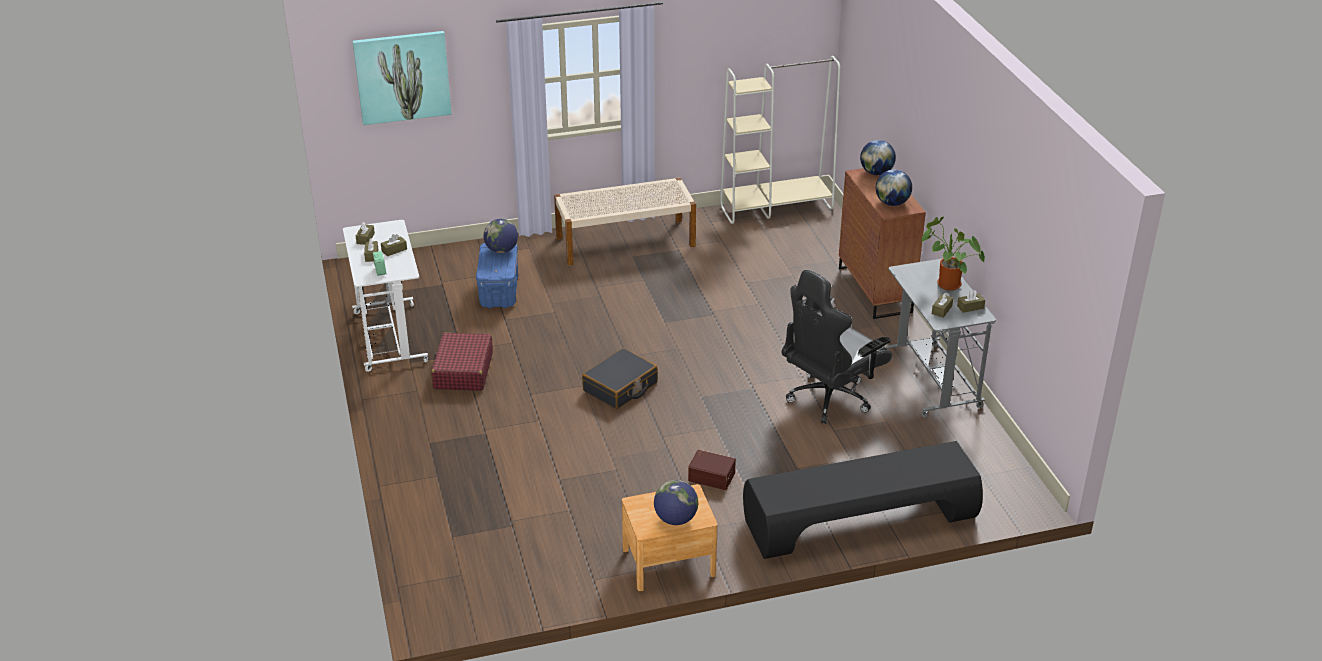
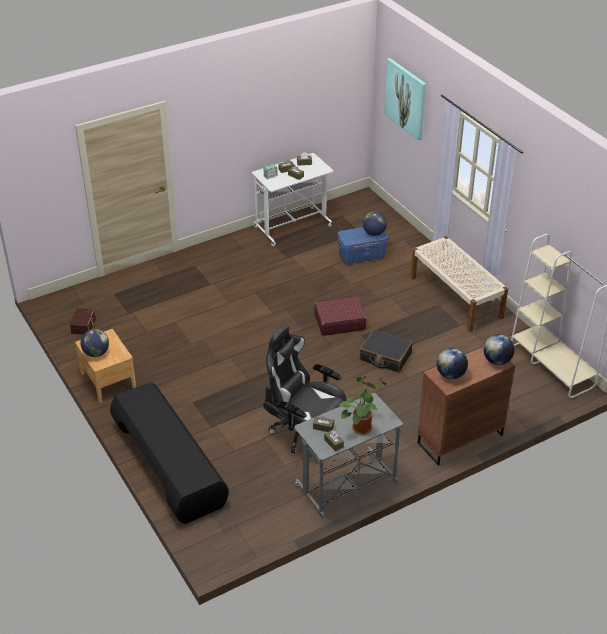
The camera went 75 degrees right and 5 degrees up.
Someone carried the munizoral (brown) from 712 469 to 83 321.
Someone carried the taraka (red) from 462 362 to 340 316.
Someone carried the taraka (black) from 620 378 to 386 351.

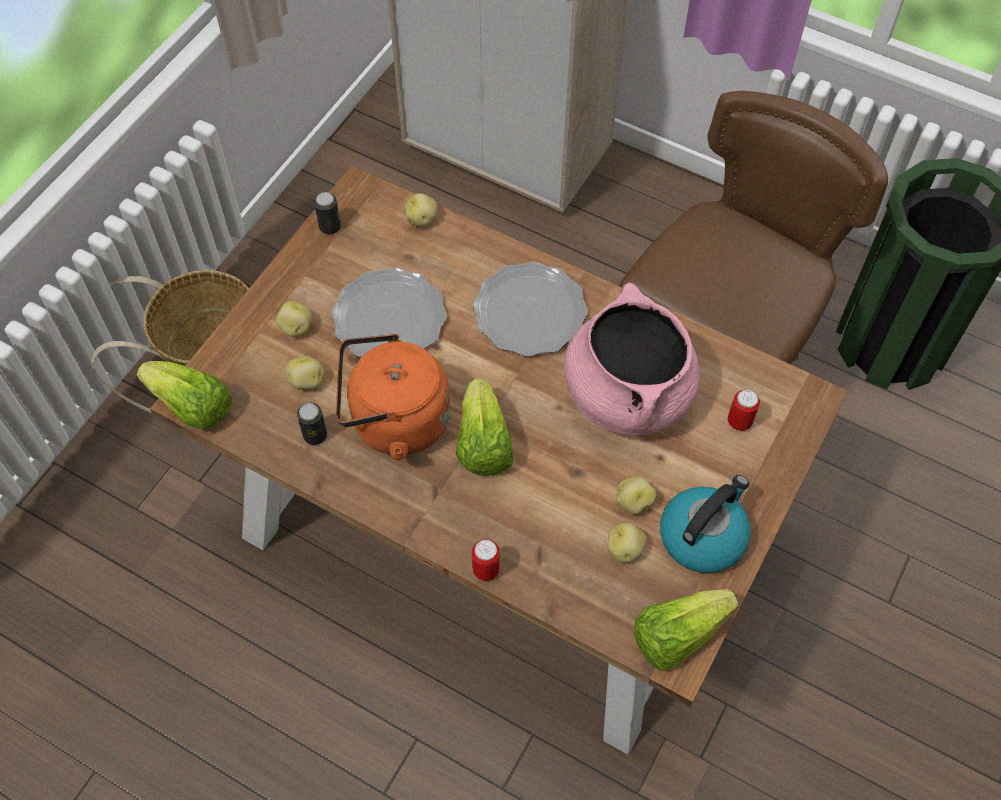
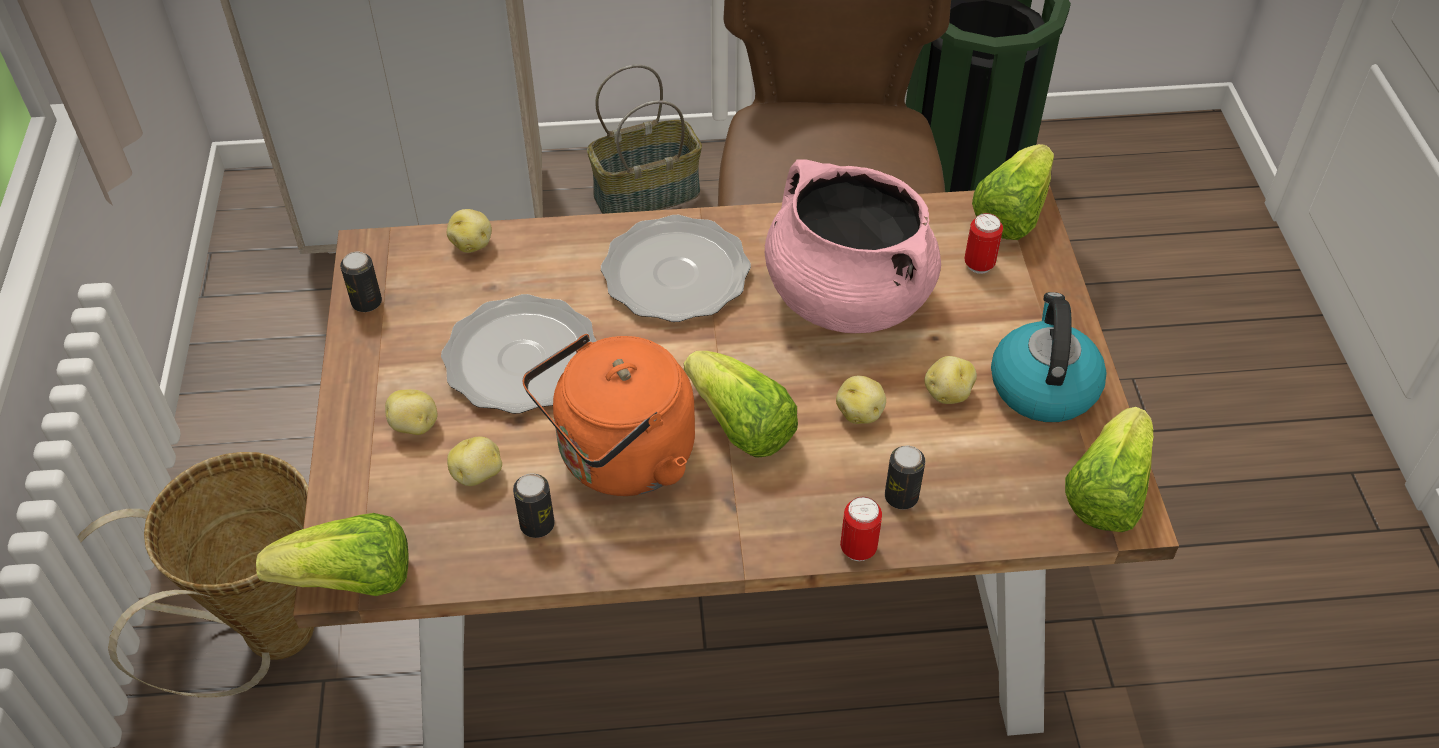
The camera went 35 degrees left and 10 degrees down.
Someone put down the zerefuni at 644 139.
Someone carried the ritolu from 627 542 to 861 400.
Someone put down the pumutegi at 905 478.
Someone put down the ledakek at 1013 192.

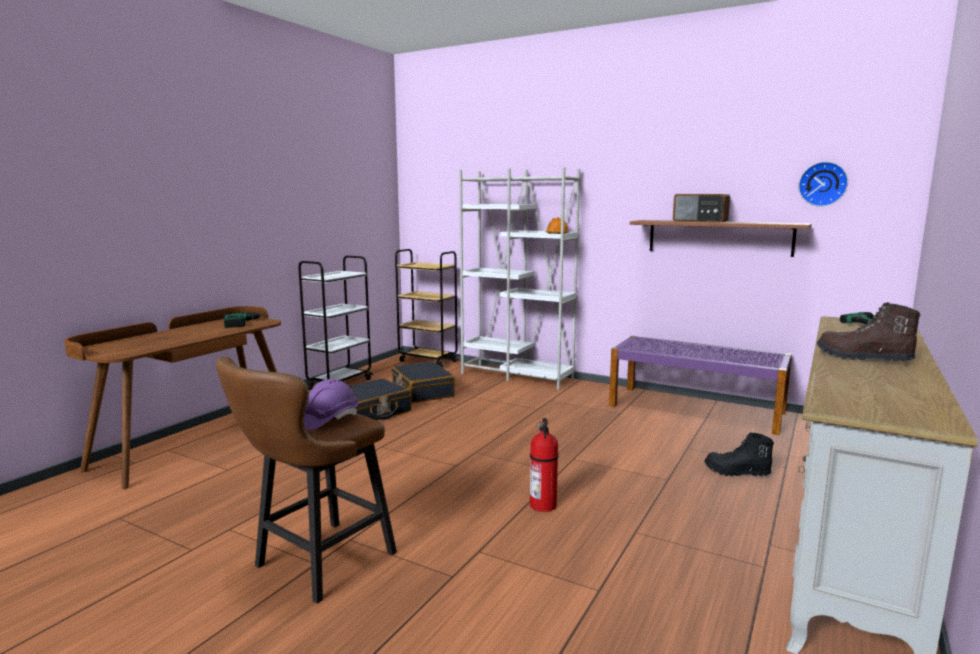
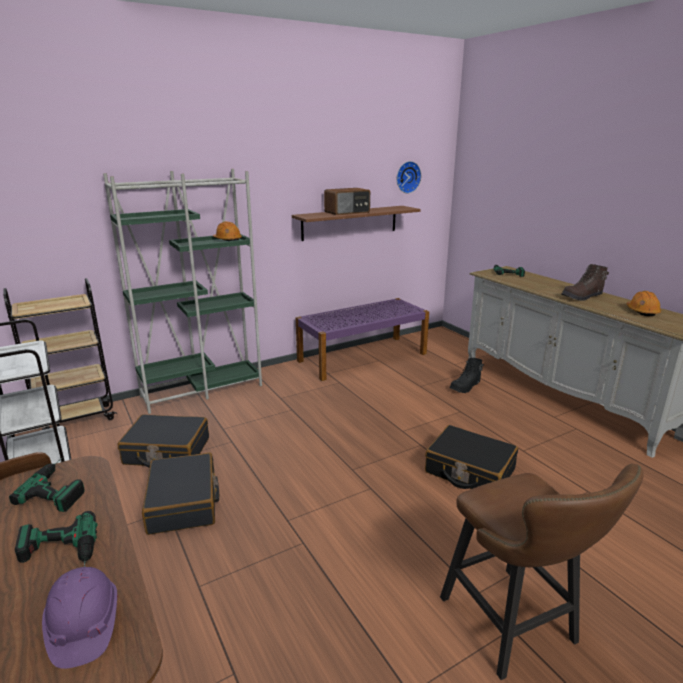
The camera went 60 degrees left and 10 degrees up.
Someone put down the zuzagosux at 56 539.
Someone carried the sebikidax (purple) from 331 404 to 79 618.
Someone repainted the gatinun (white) at 519 278, which became the gatinun (green) at 182 291.
Someone swapped the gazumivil at 544 465 for the taraka (black) at 471 457.
Someone put down the sebikidax (orange) at 643 303.

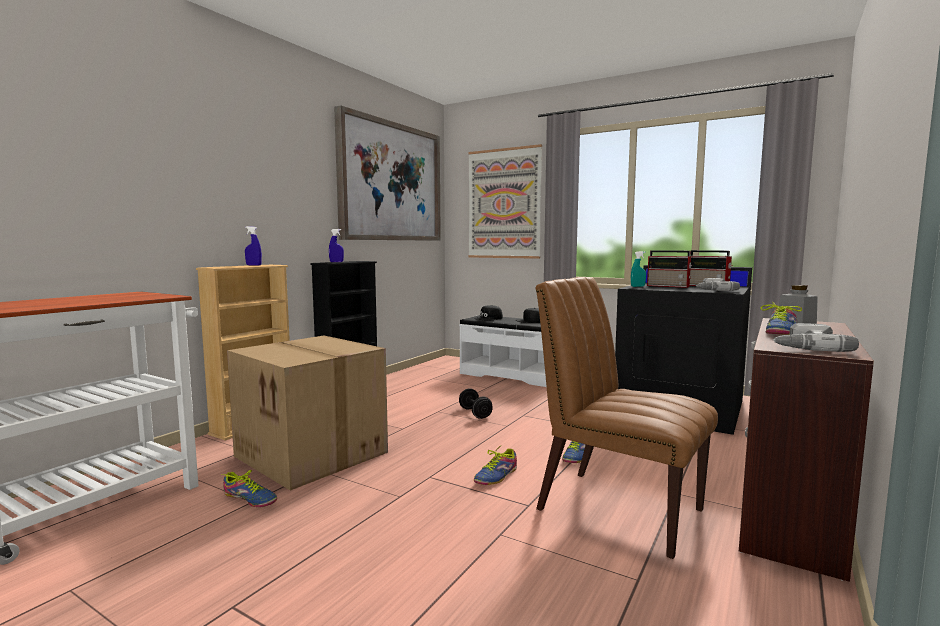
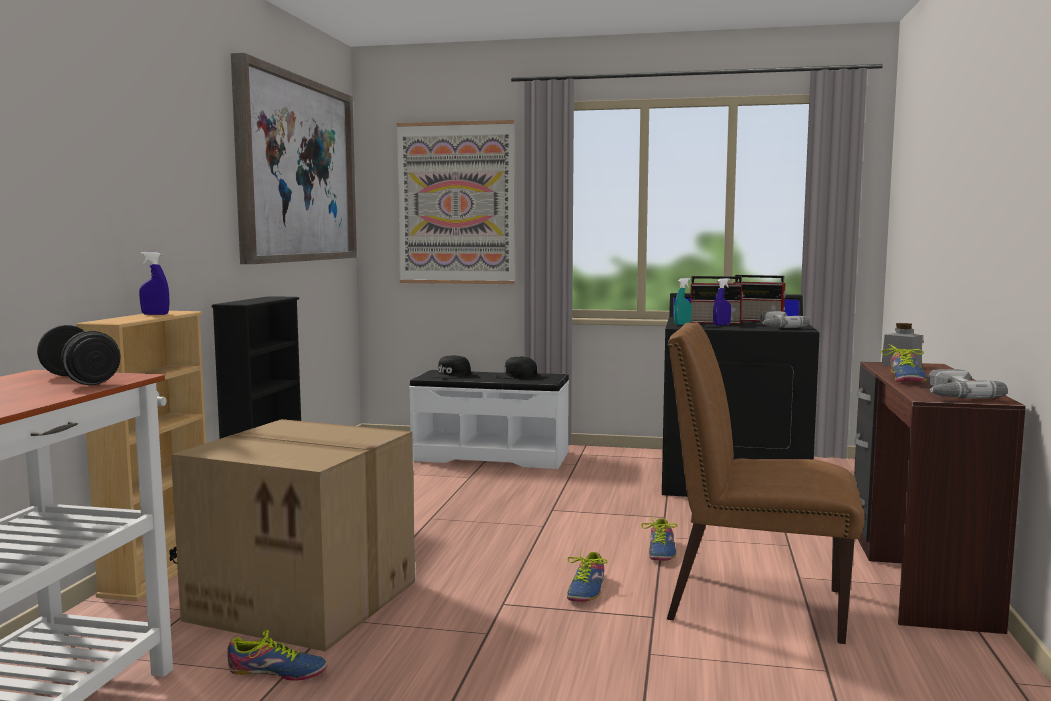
The camera went 20 degrees left and 0 degrees up.
Someone carried the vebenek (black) from 475 403 to 78 355.
Someone carried the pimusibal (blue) from 336 245 to 722 301.

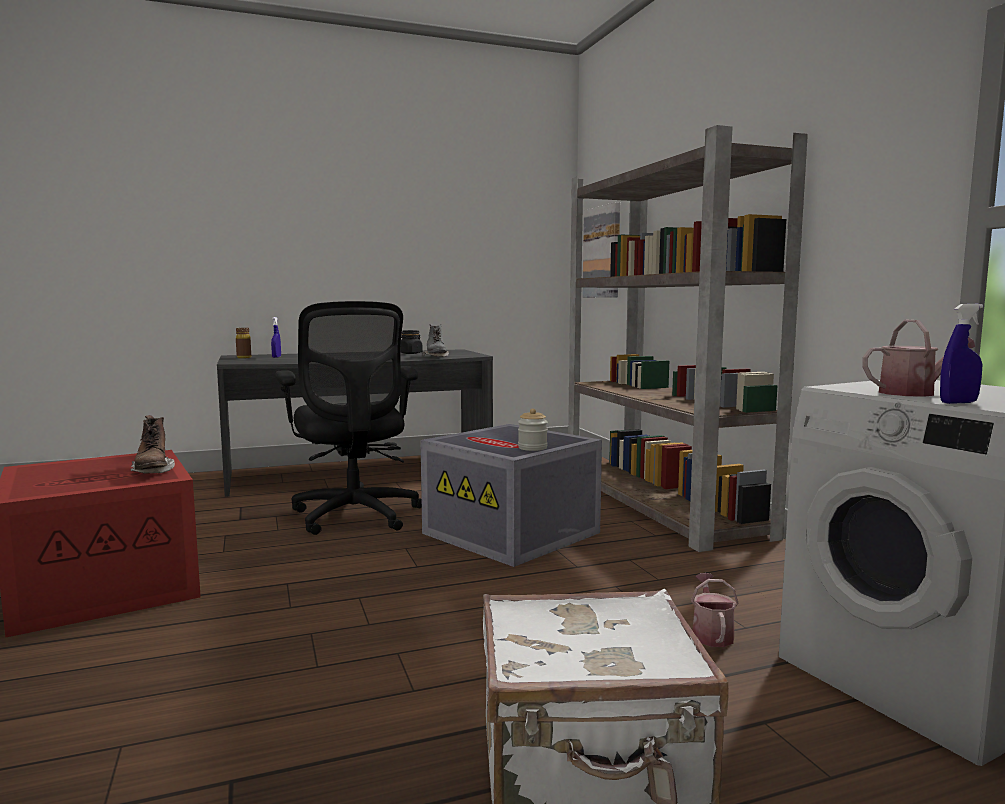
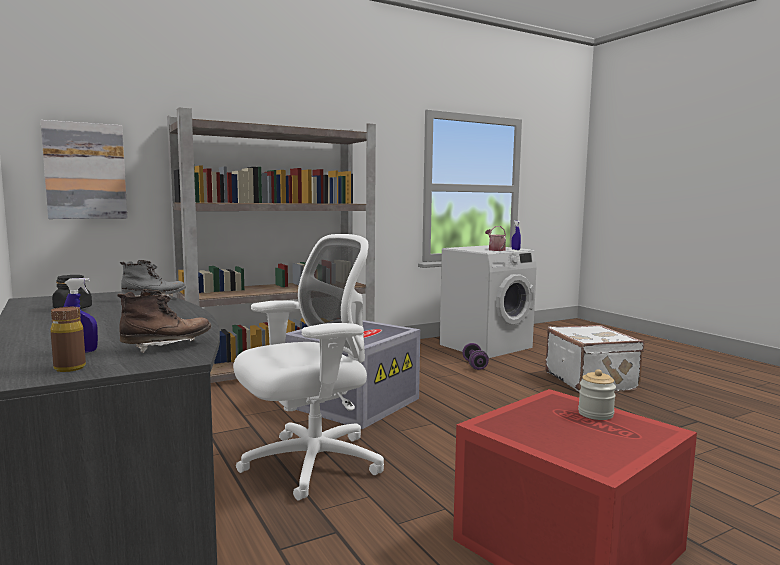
The camera went 100 degrees left and 0 degrees up.
Someone carried the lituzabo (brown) from 152 444 to 164 321.
Someone repainted the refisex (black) at 348 418, which became the refisex (white) at 308 367.
Someone swapped the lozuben at 714 610 for the vebenek (purple) at 475 356.
Someone carried the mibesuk from 533 430 to 597 394.

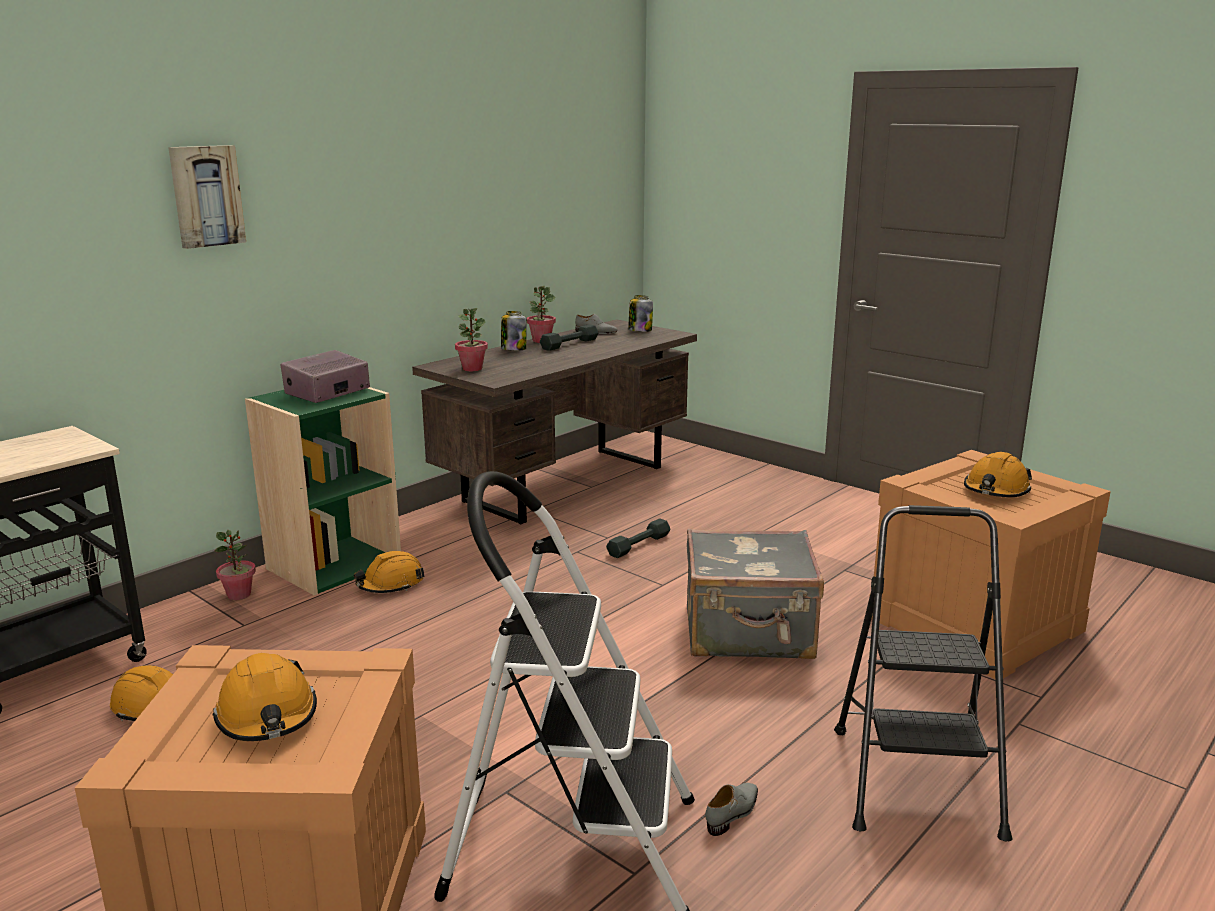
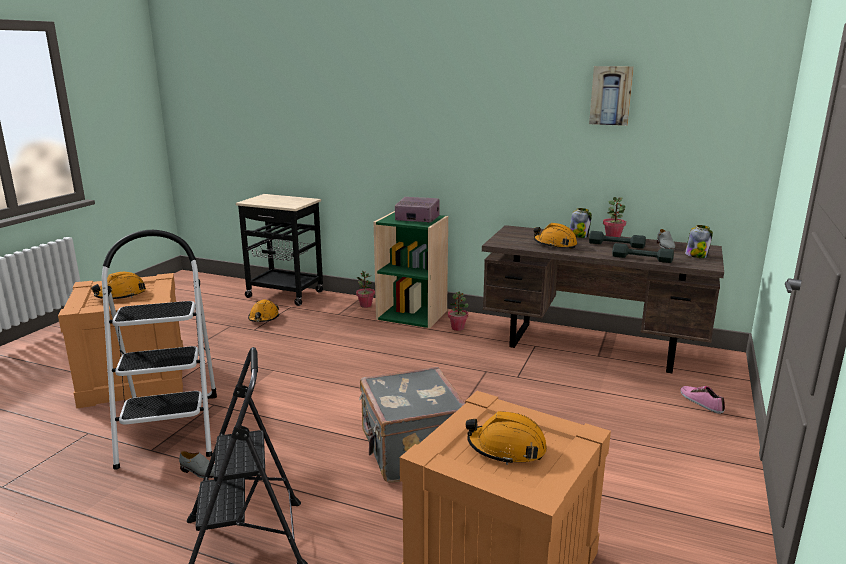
The camera went 70 degrees right and 0 degrees up.
Someone carried the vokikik from 471 339 to 458 311.
Someone carried the sebikidax (orange) from 389 572 to 555 236.
Someone carried the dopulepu from 207 197 to 611 96.
Someone carried the vebenek (grey) from 638 538 to 643 253.
Someone put down the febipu at 702 400.

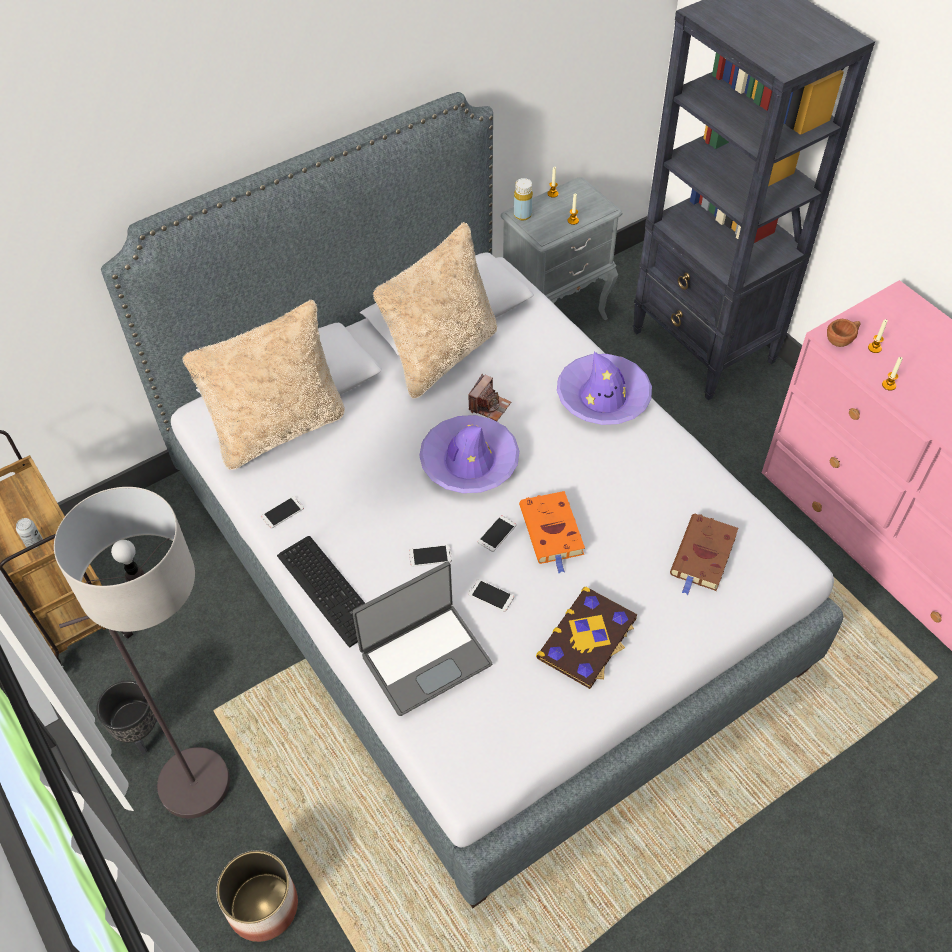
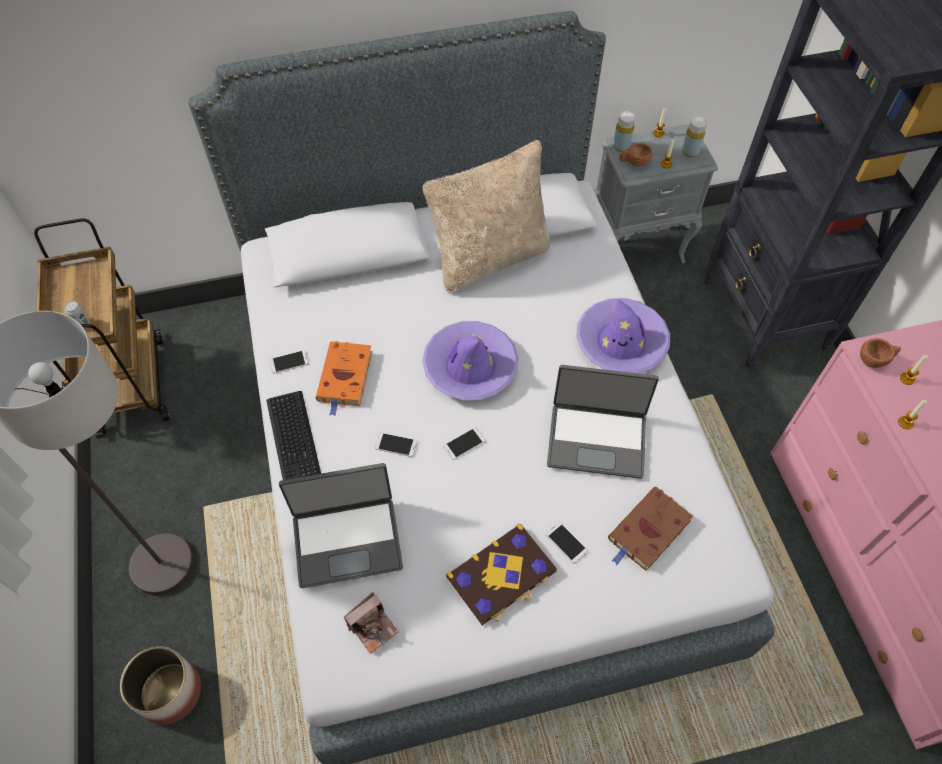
The camera went 20 degrees right and 5 degrees up.
Someone carried the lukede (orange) from 552 532 to 344 378.
Someone carried the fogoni from 489 397 to 371 623.
Someone carried the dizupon from 491 595 to 566 543.
Someone put down the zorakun at 603 422.
Someone put down the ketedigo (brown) at 636 154.
Someone put down the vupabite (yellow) at 694 137.
Someone took away the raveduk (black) at 126 718.
Someone took away the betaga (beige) at 264 385.

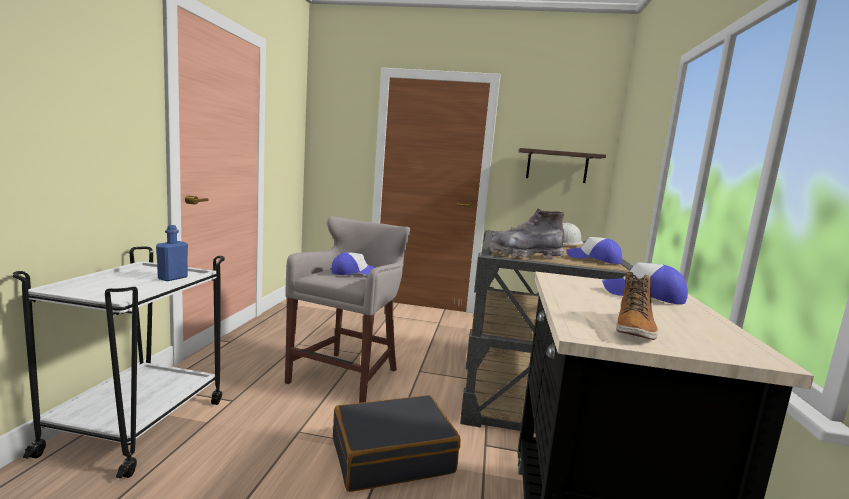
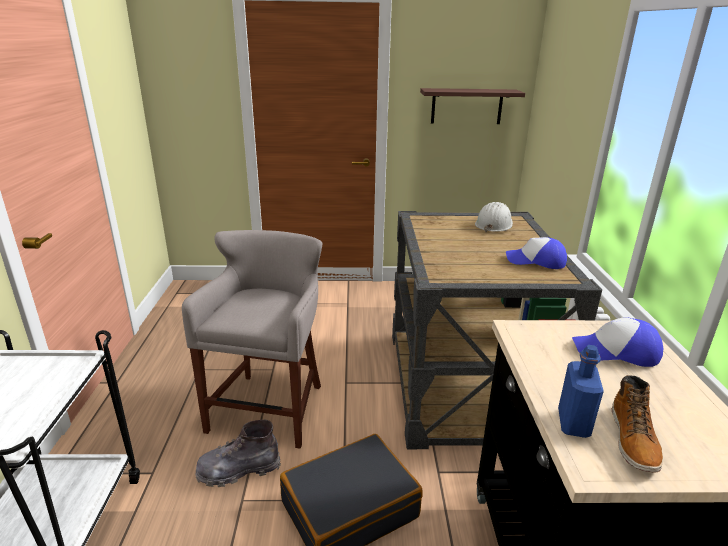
The camera went 10 degrees left and 15 degrees up.
Someone carried the lituzabo (grey) from 526 233 to 238 453.
Someone carried the vupabite (blue) from 172 253 to 581 391.
Someone took away the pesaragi at 353 263.

